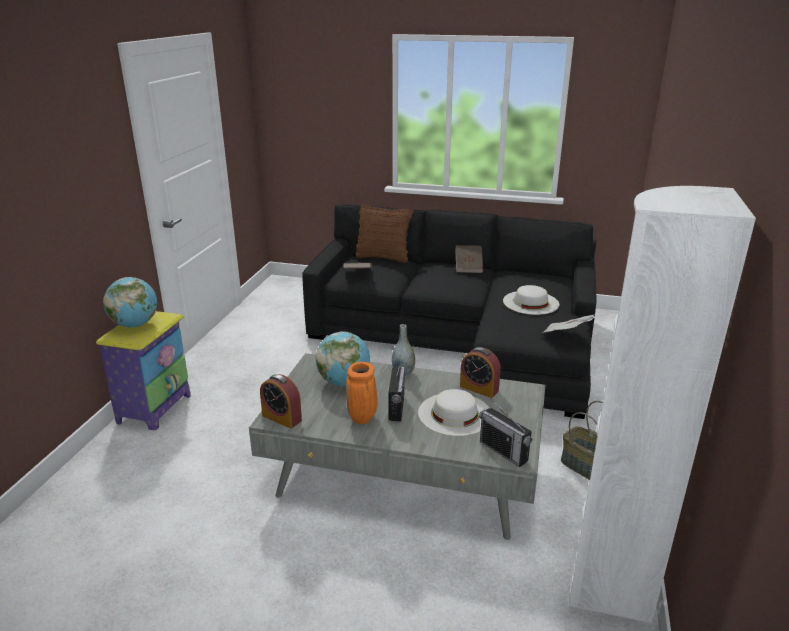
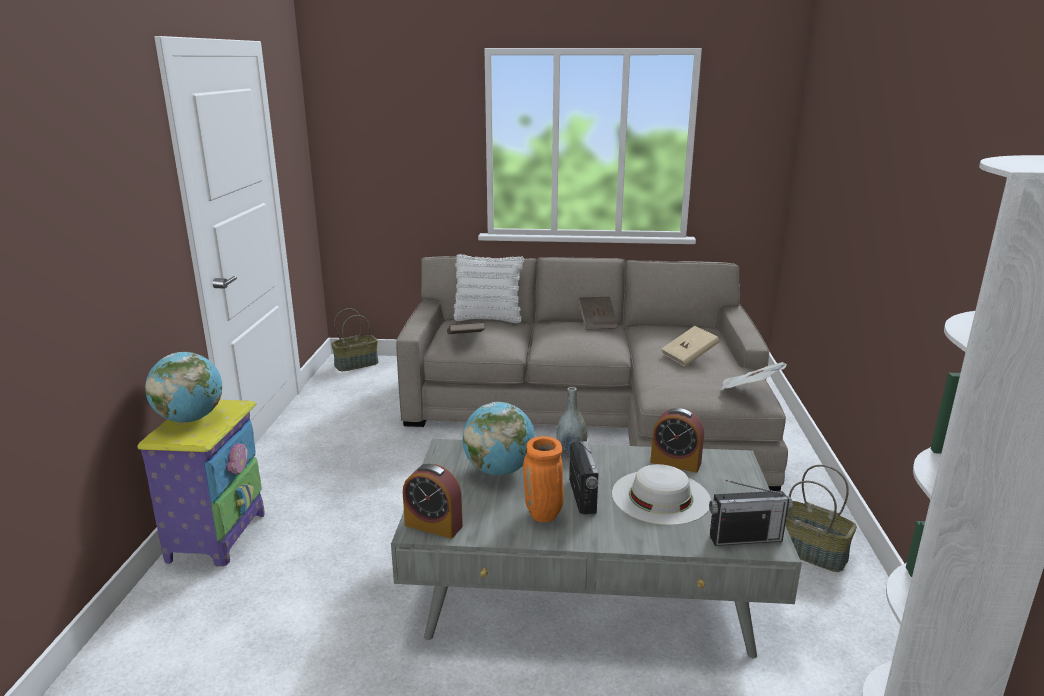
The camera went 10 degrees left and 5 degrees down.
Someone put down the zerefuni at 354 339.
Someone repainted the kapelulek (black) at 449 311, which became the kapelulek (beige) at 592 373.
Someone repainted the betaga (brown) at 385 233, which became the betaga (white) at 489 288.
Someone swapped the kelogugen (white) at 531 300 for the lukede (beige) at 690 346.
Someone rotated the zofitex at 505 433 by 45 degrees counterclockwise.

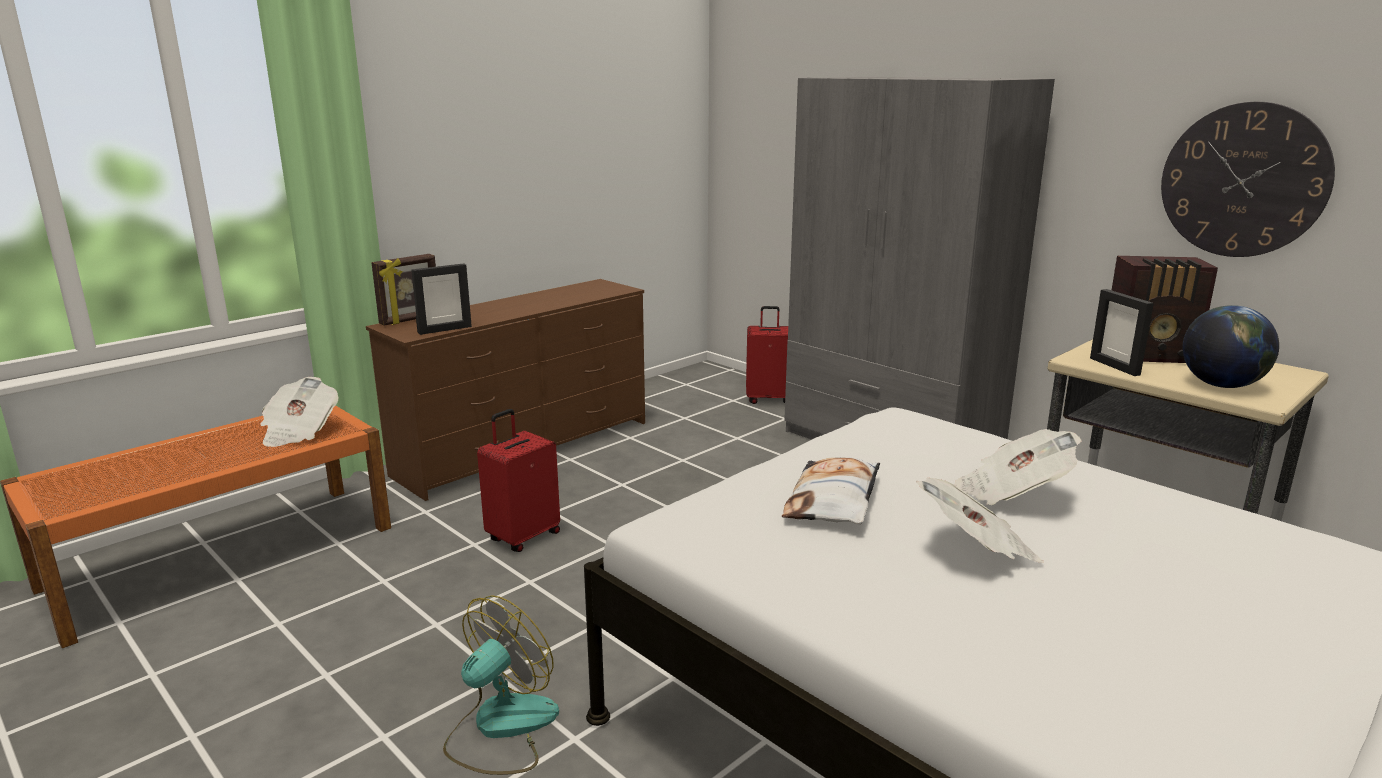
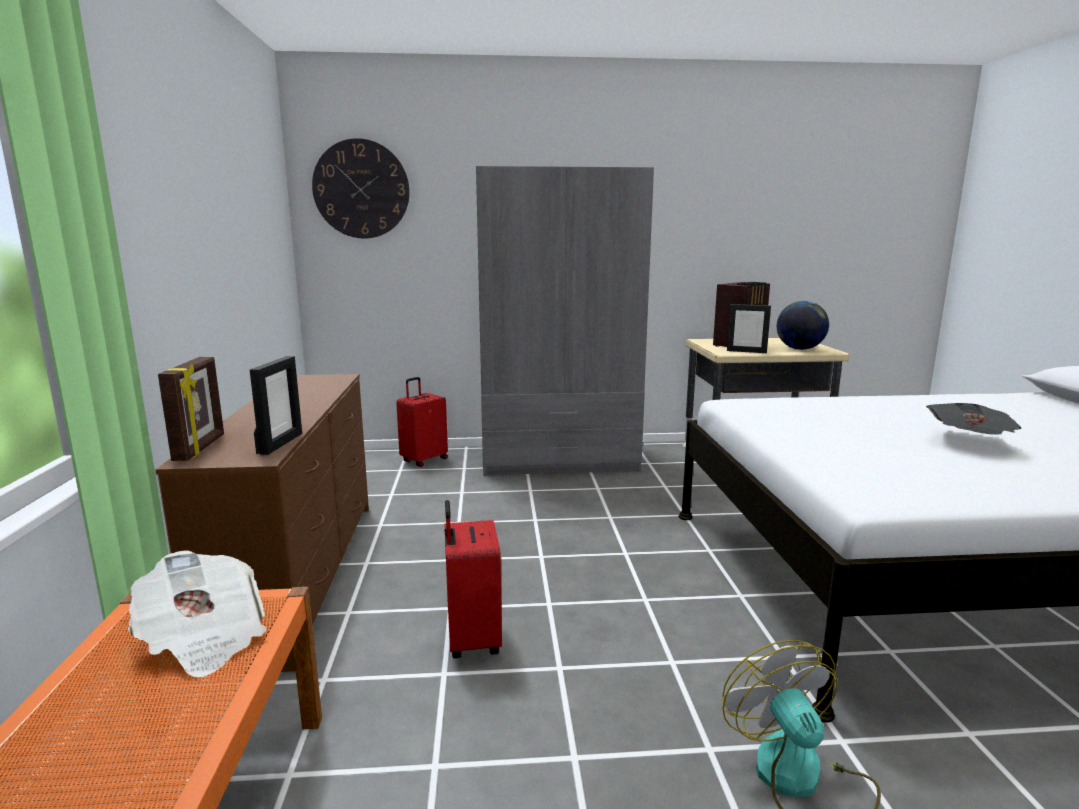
The camera went 50 degrees left and 5 degrees down.
Someone carried the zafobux from 1248 179 to 361 188.
Someone took away the betaga at 831 490.
Someone took away the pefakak at 1018 467.

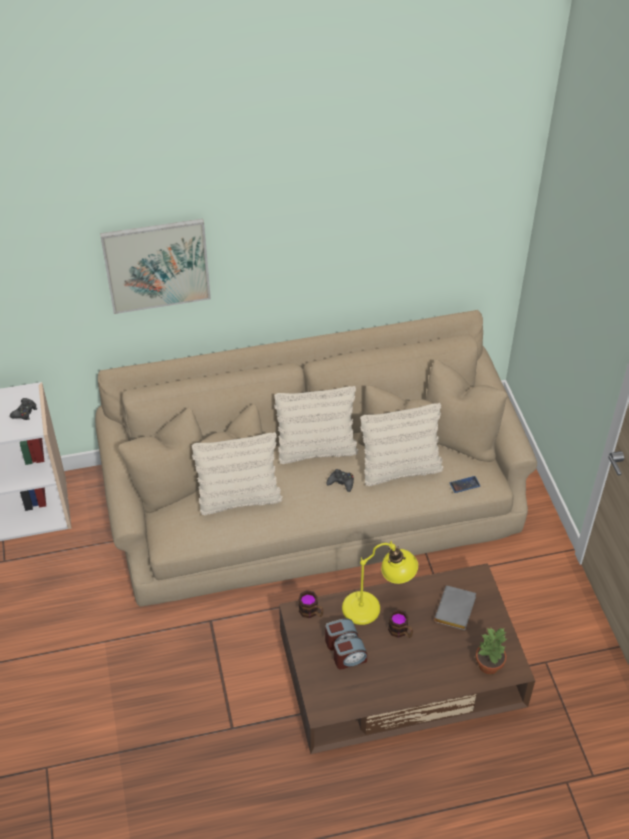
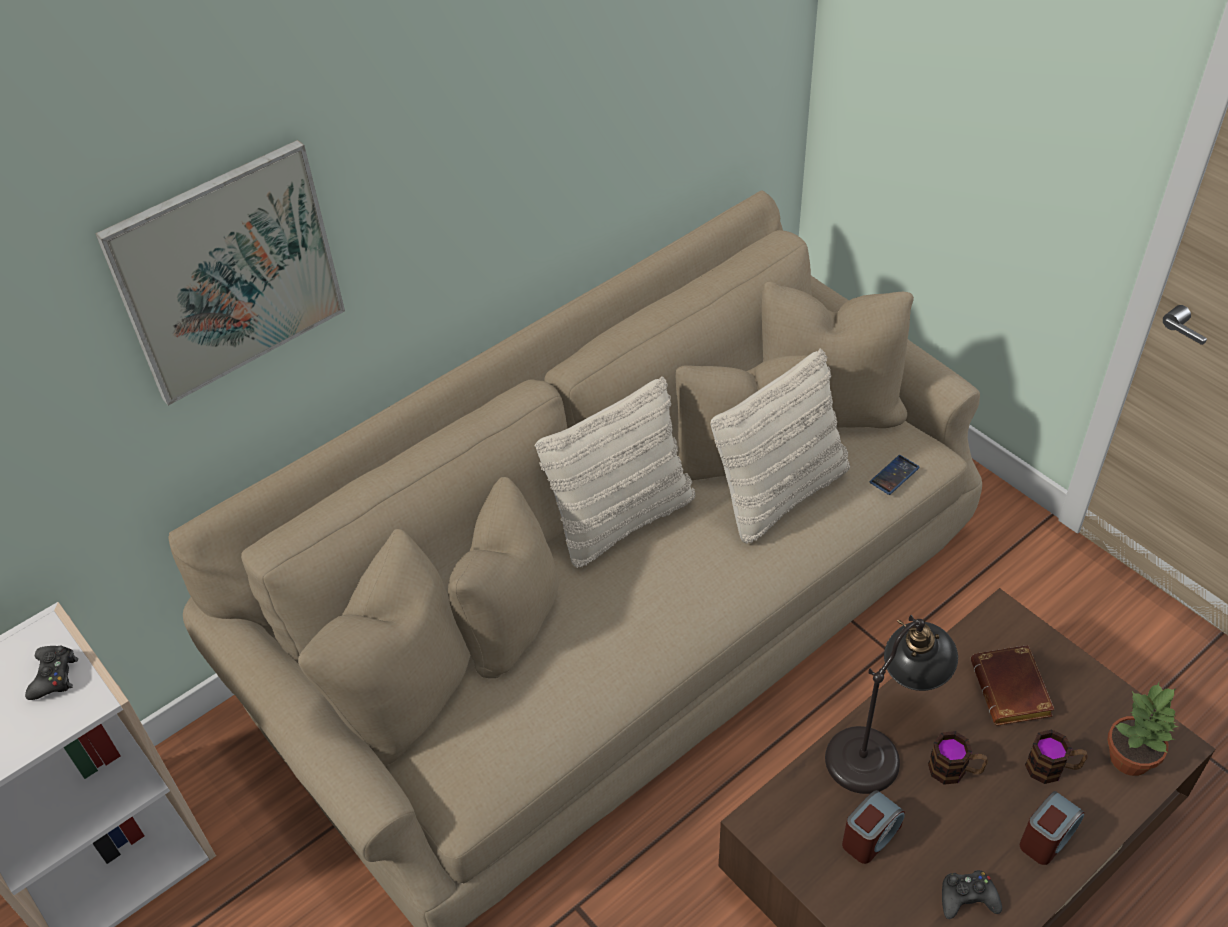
The camera went 25 degrees left and 0 degrees up.
Someone repainted the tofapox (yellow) at 380 583, which became the tofapox (grey) at 891 704.
Someone carried the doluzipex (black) from 340 480 to 972 894.
Someone repainted the lukede (grey) at 455 608, which became the lukede (brown) at 1013 685.
Someone carried the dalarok from 350 653 to 1052 828.
Someone carried the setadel from 311 604 to 1056 757.
Someone took away the betaga (beige) at 237 473.

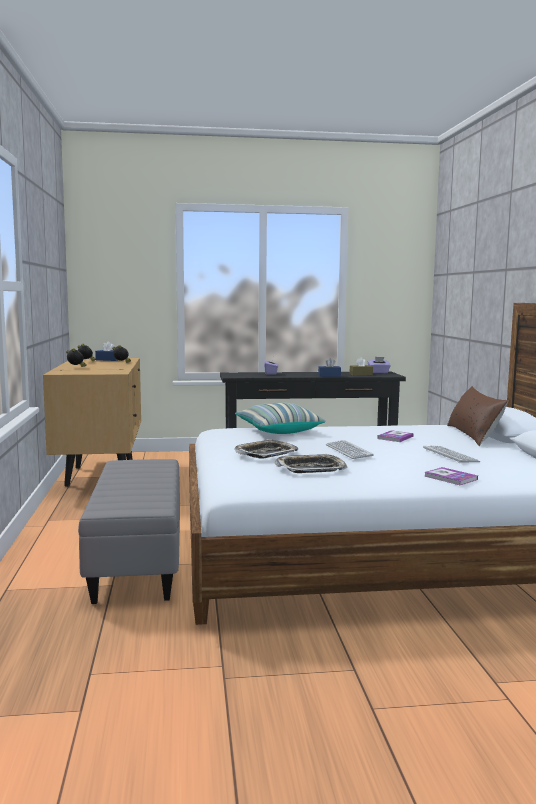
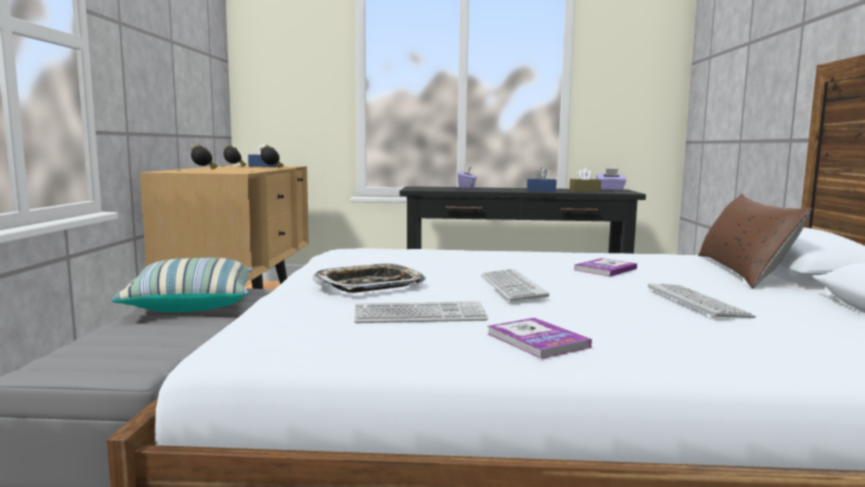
The camera went 10 degrees right and 0 degrees up.
Someone carried the betaga from 280 418 to 182 285.
Someone swapped the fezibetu at 310 463 for the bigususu at 421 312.
Someone carried the lukede from 451 476 to 540 338.

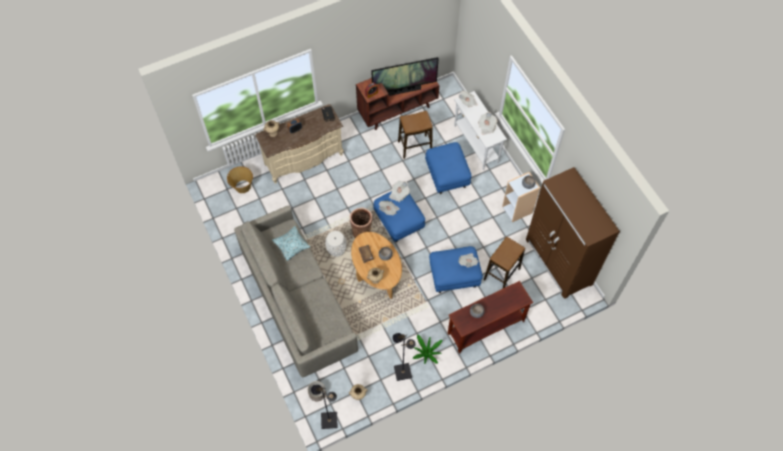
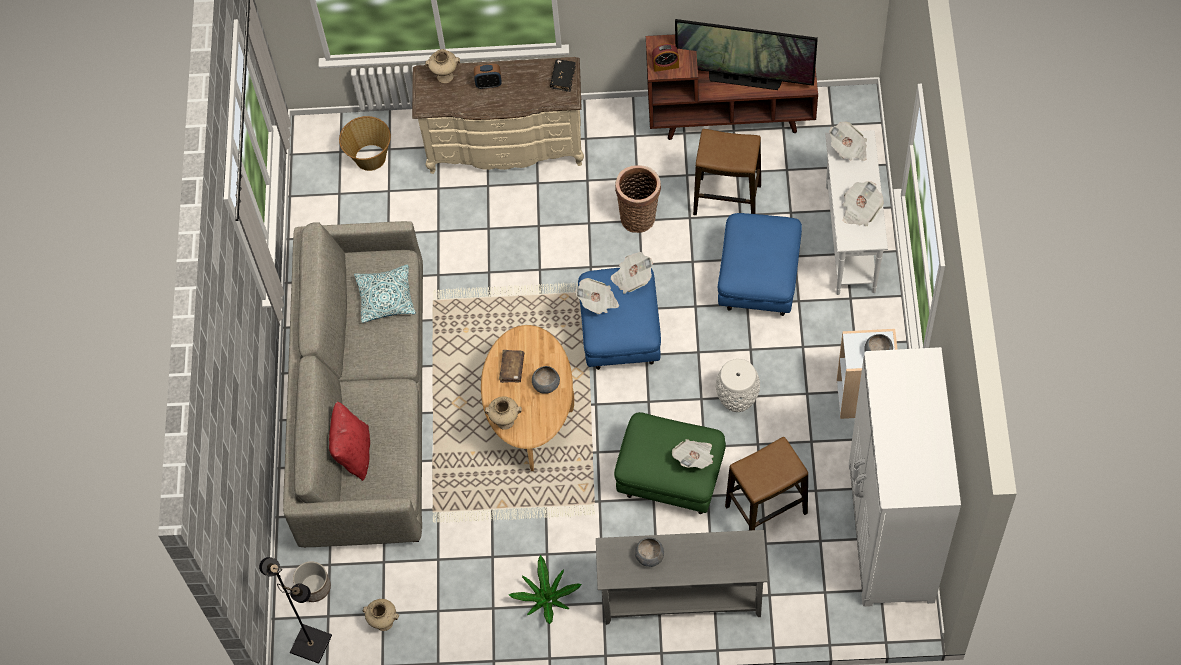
The camera went 30 degrees right and 0 degrees up.
Someone put down the betaga (red) at 349 441.
Someone repainted the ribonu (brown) at 490 317, which became the ribonu (grey) at 682 577.
Someone repainted the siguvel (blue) at 456 269, which became the siguvel (green) at 670 463.
Someone carried the zerefuni from 361 223 to 638 199.
Someone carried the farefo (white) from 336 244 to 738 385.
Someone repainted the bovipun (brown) at 573 233, which became the bovipun (white) at 905 477.
Someone took away the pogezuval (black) at 404 357.

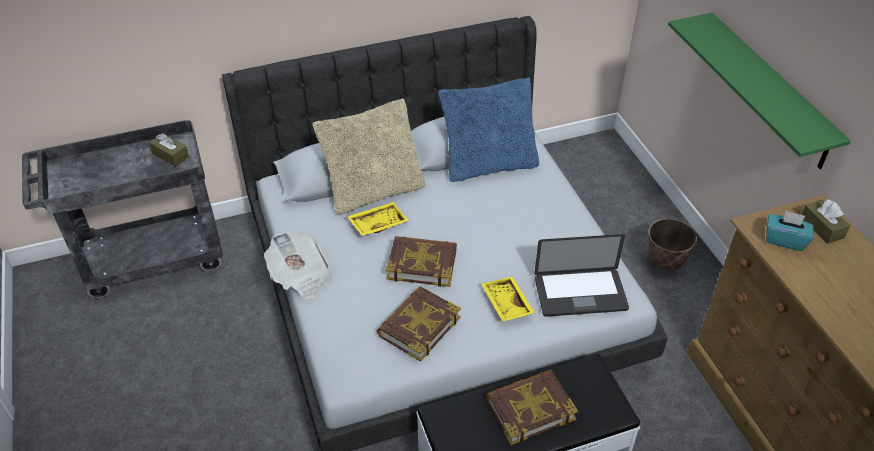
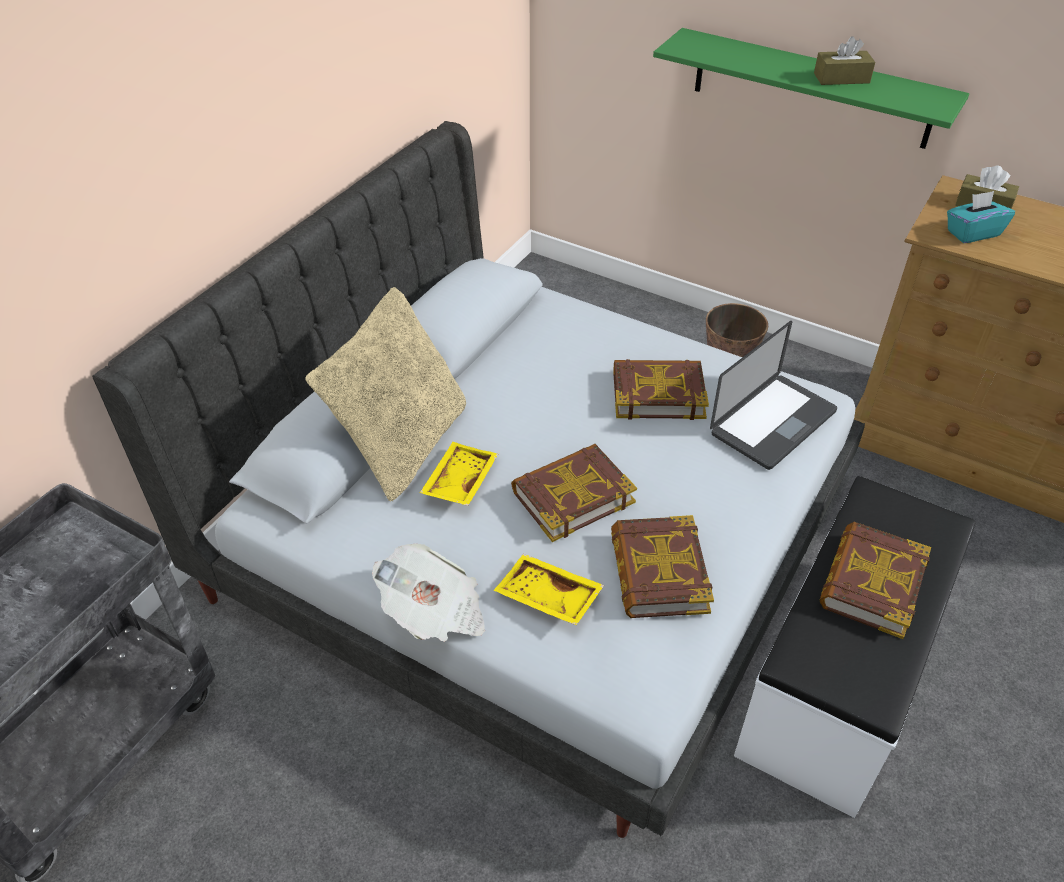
The camera went 40 degrees left and 0 degrees up.
Someone carried the fezibetu (yellow) from 508 299 to 549 589.
Someone put down the lukede at 661 389.
Someone carried the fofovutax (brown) from 169 150 to 844 60.
Someone took away the betaga (blue) at 489 130.

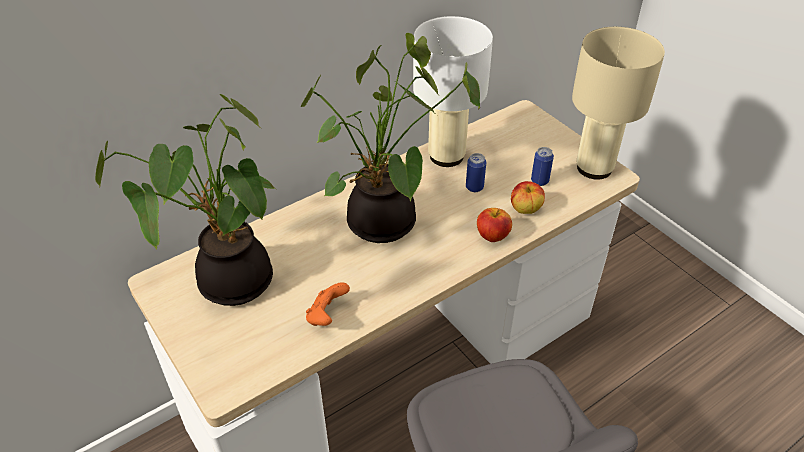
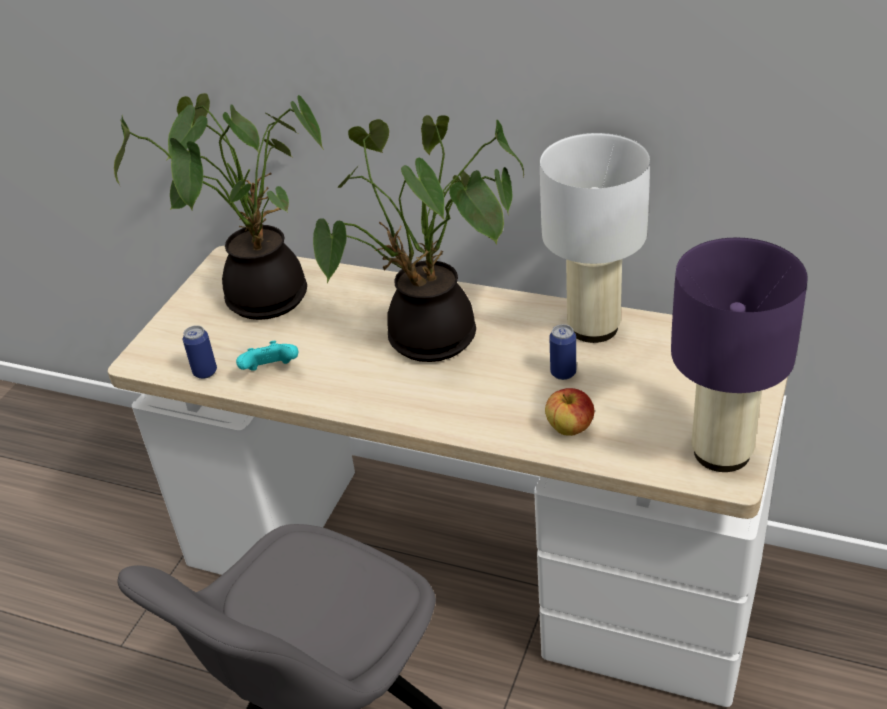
The camera went 60 degrees right and 5 degrees down.
Someone carried the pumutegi from 542 166 to 200 352.
Someone repainted the doluzipex (orange) at 328 304, which became the doluzipex (turquoise) at 267 356.
Someone repainted the tofapox (beige) at 618 103, which became the tofapox (purple) at 739 355.
Someone took away the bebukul at 494 225.

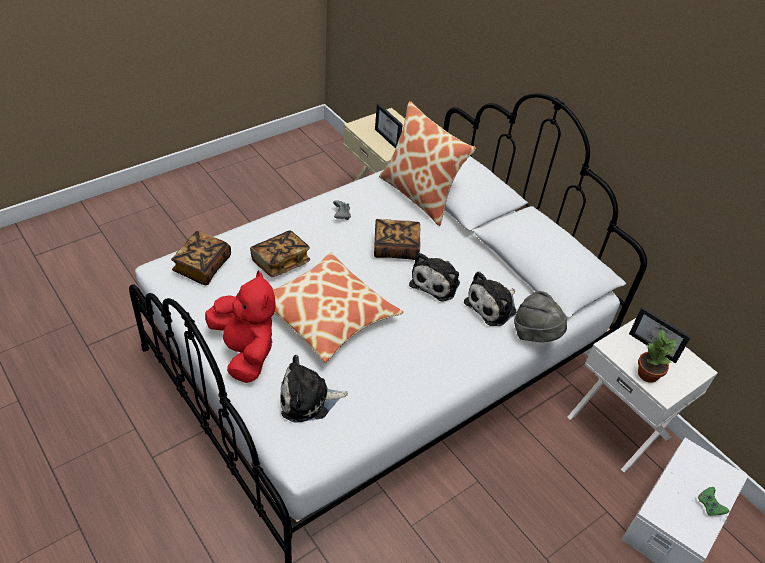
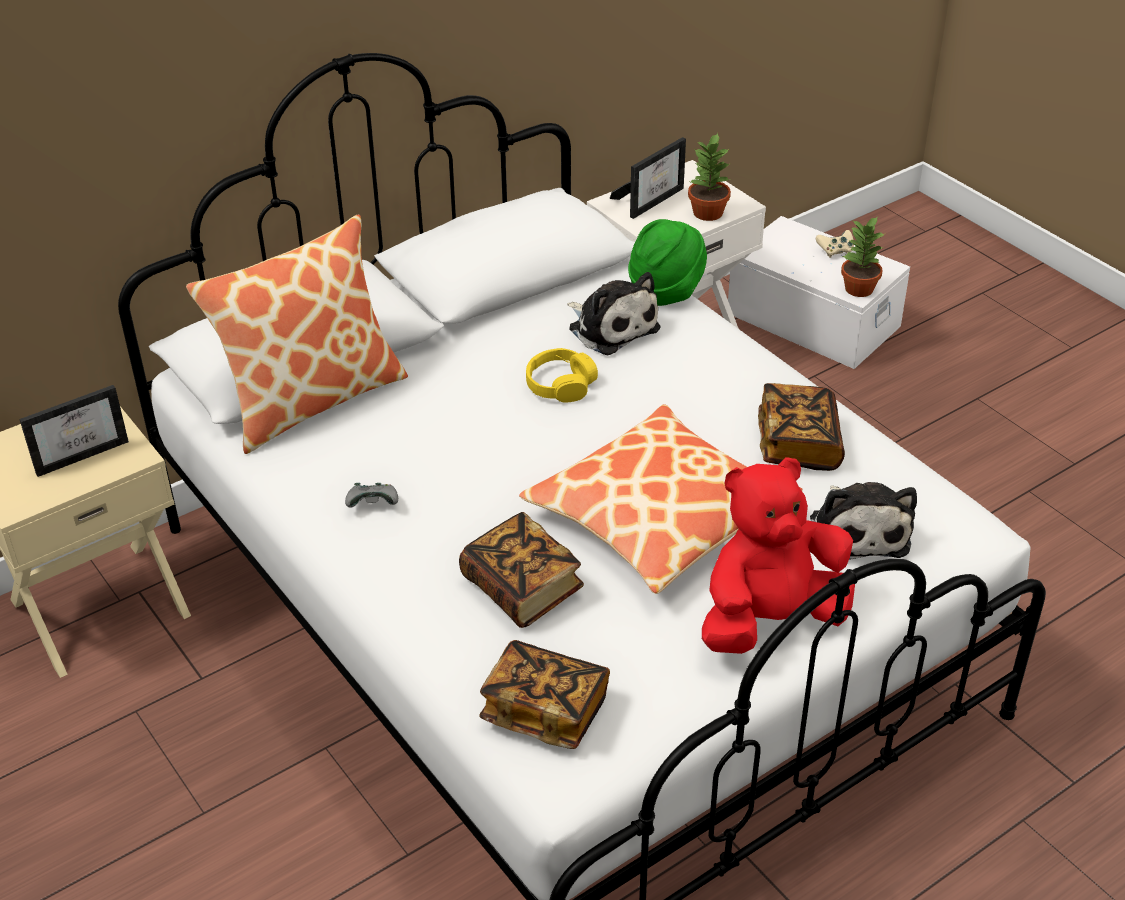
The camera went 85 degrees left and 5 degrees down.
Someone swapped the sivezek at 434 277 for the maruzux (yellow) at 562 375.
Someone repainted the kelogugen (grey) at 540 316, which became the kelogugen (green) at 667 262.
Someone carried the lukede from 397 239 to 801 427.
Someone repainted the doluzipex (green) at 713 501, which became the doluzipex (beige) at 835 244.
Someone put down the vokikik at 863 256.

